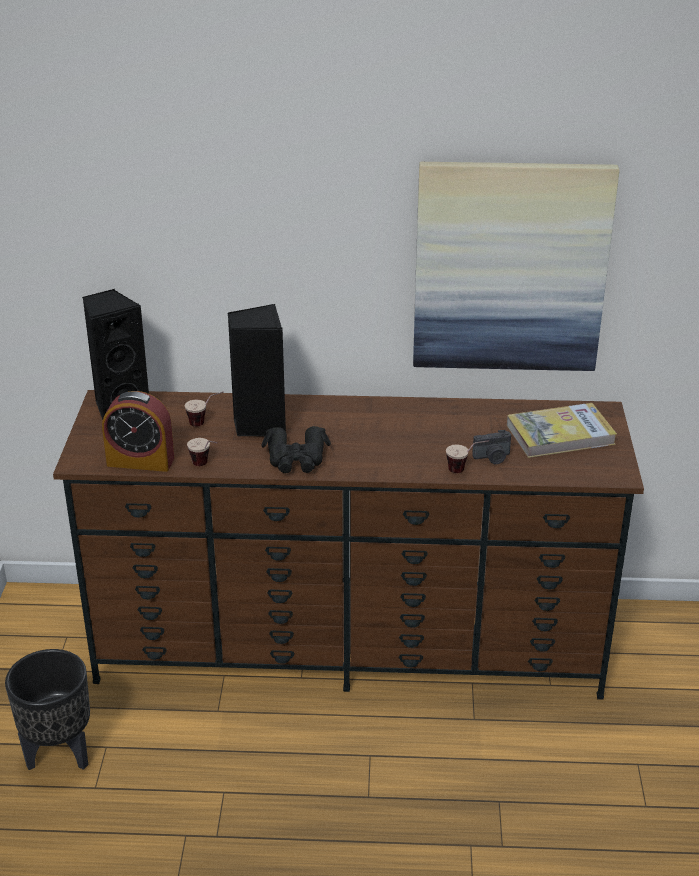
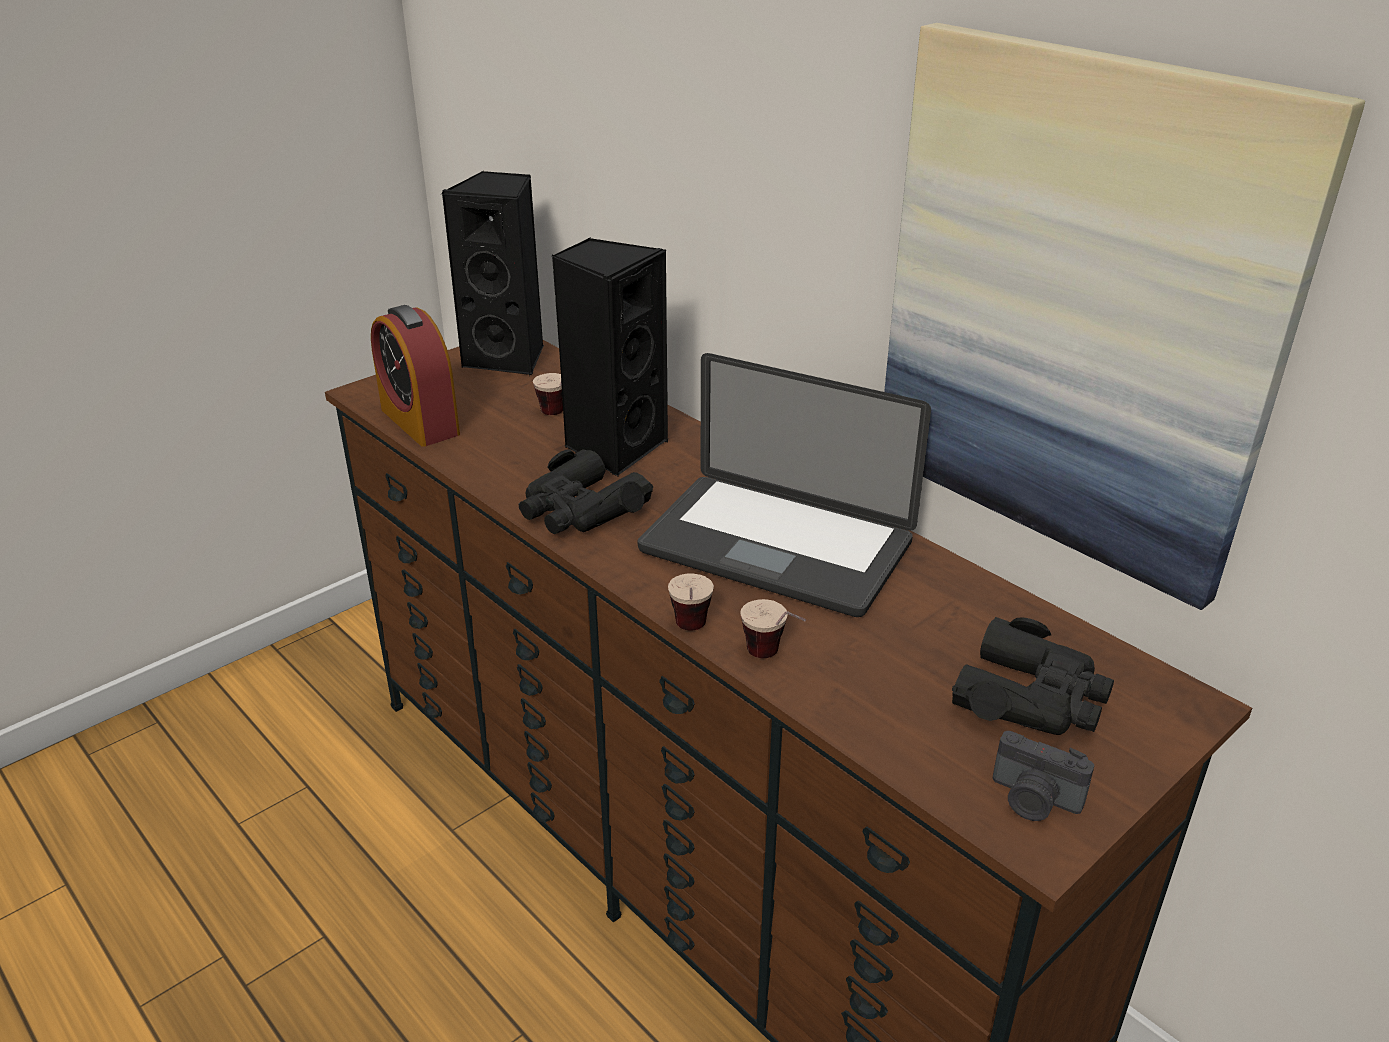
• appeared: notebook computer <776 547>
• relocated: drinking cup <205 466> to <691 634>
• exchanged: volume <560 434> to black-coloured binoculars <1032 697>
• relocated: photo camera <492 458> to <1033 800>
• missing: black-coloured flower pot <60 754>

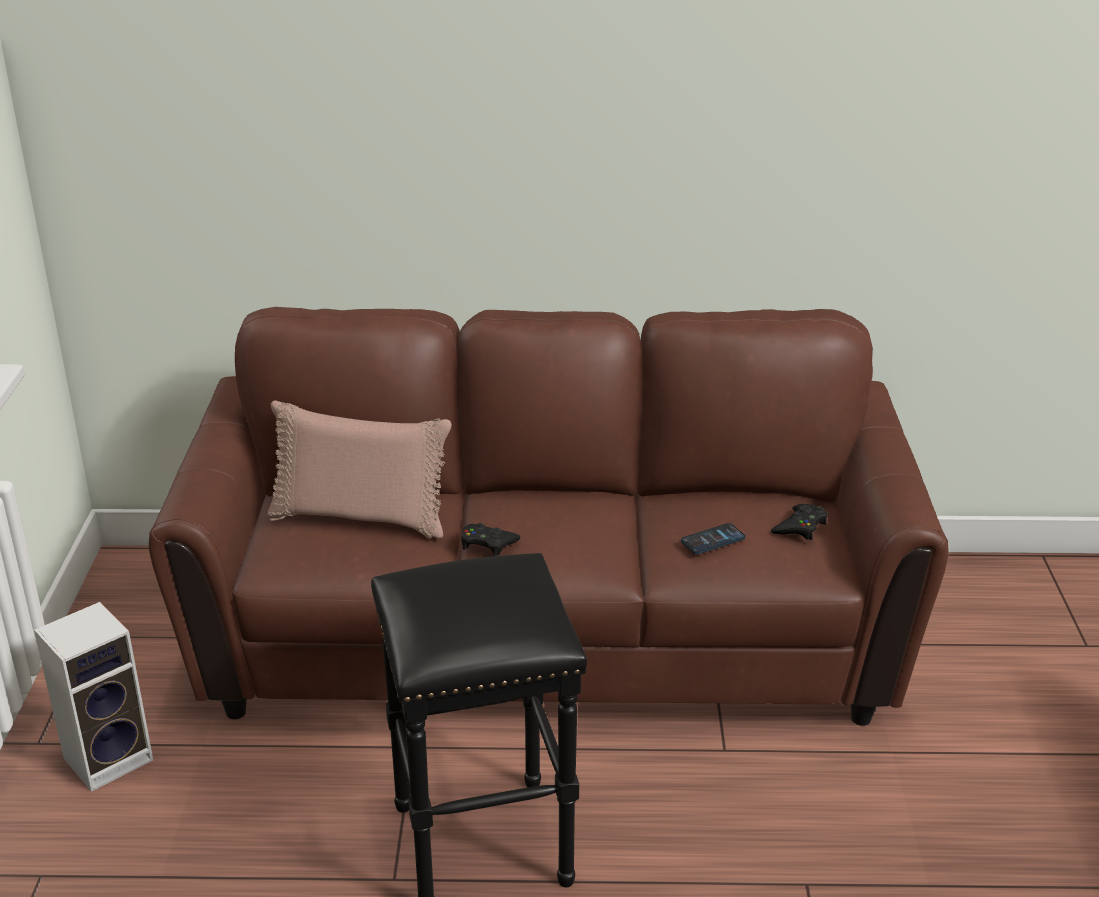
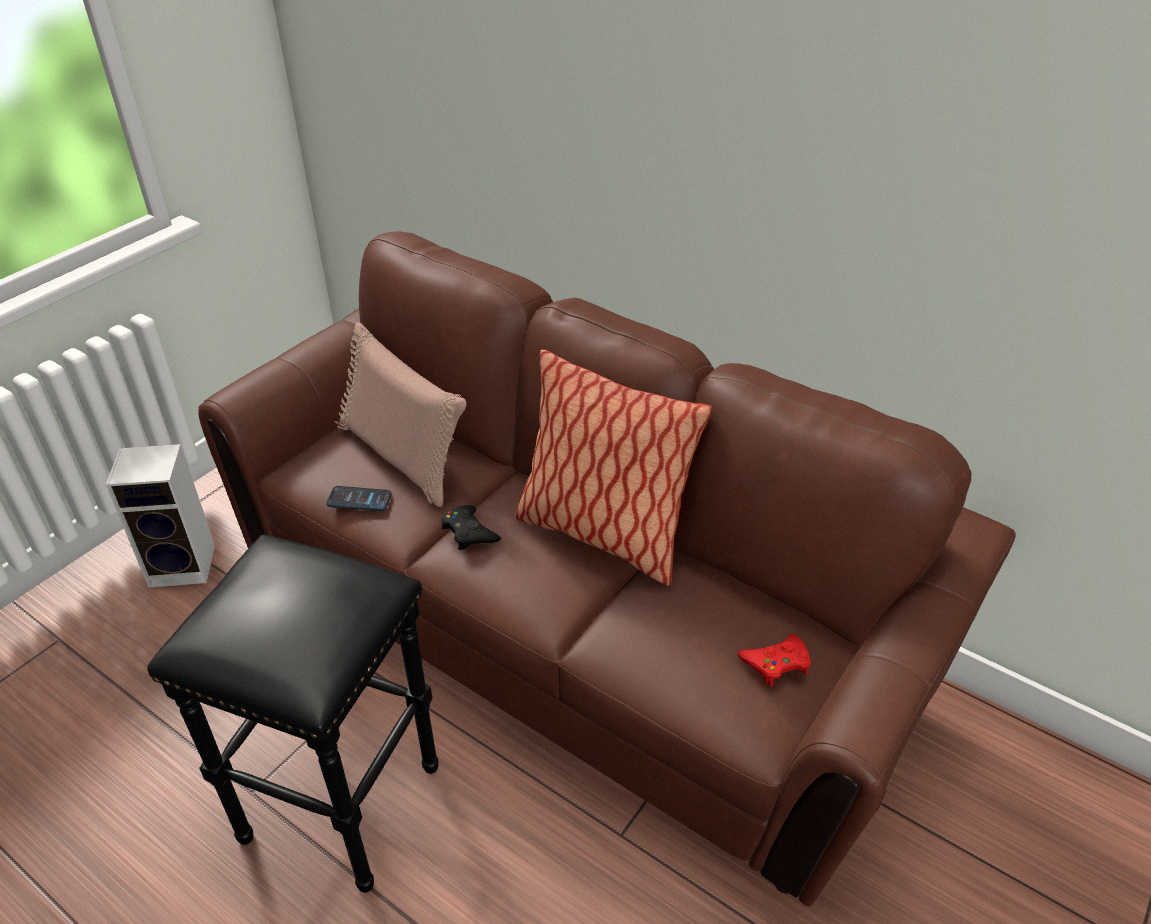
• relocated: telephone <713 540> to <359 499>
• appeared: throw pillow <602 534>
• colour: black-coloured game controller <800 527> to red-coloured game controller <776 663>

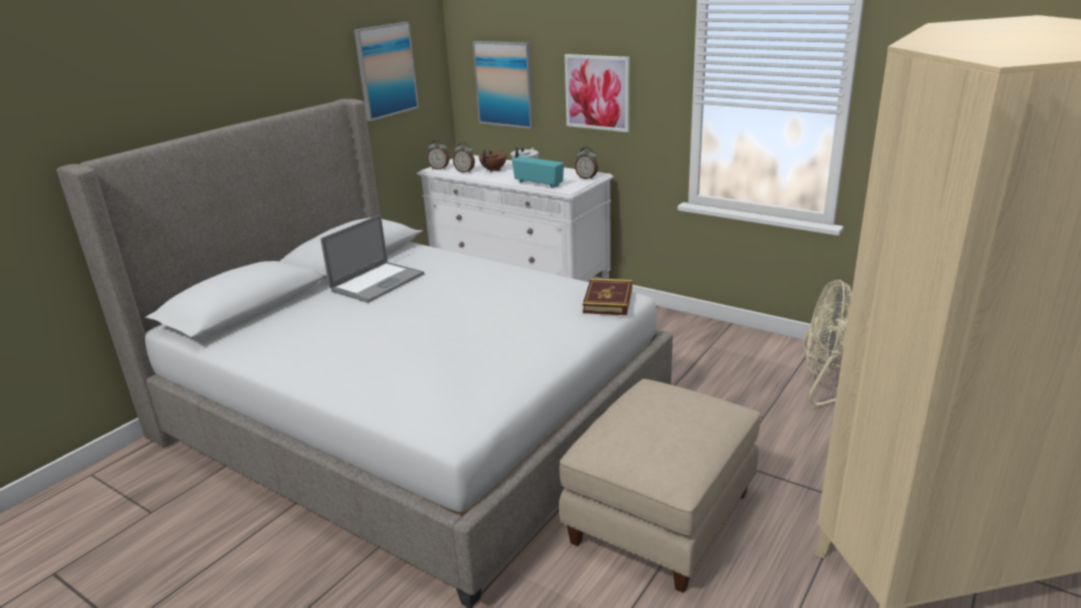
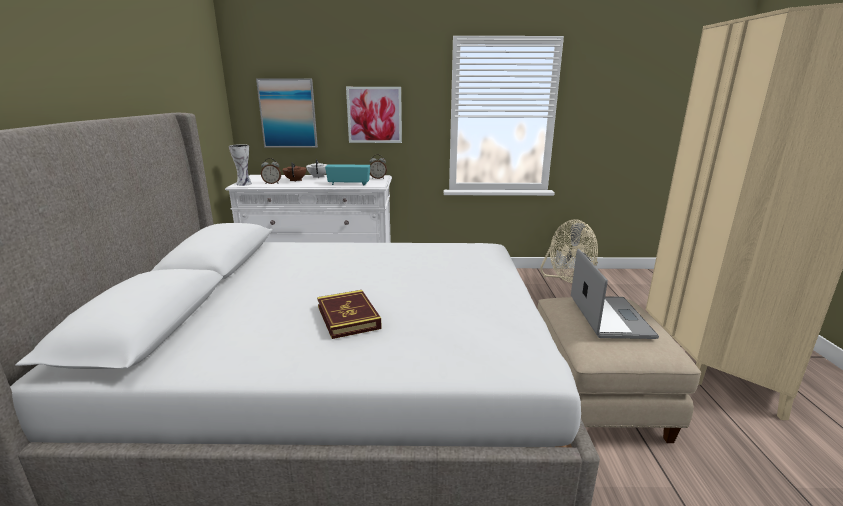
• exchanged: bedside clock <439 168> to flower vase <244 184>
• relocated: volume <608 300> to <348 317>
• relocated: notebook computer <377 282> to <610 317>
• missing: picture <386 70>

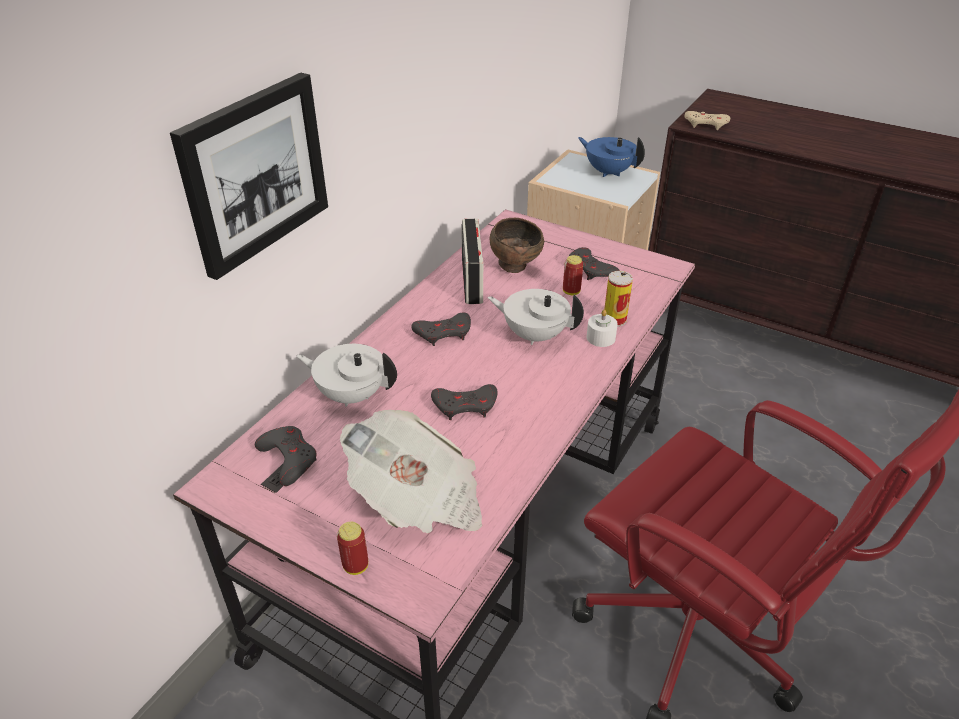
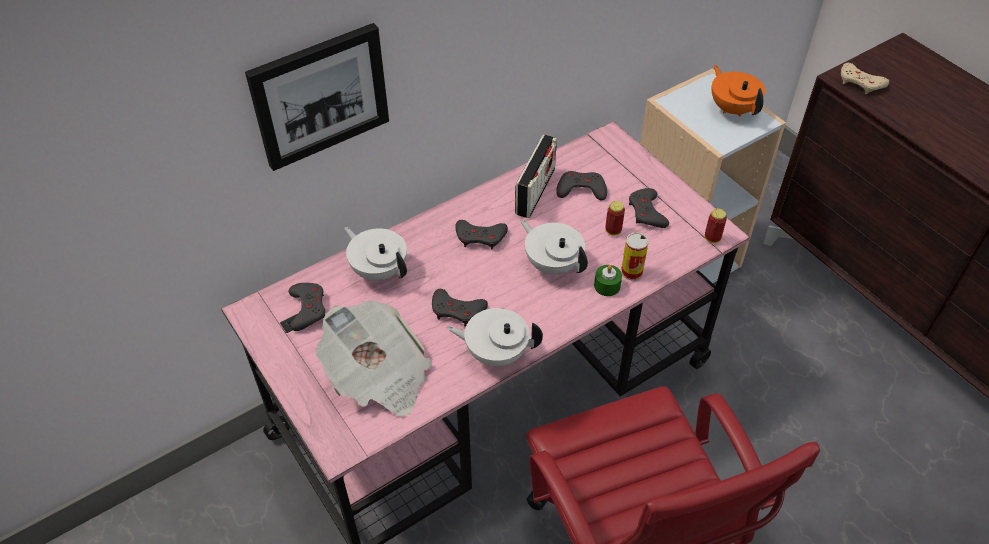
• appeared: white-coloured tea pot <496 352>
• exchanged: brown-coloured serving bowl <516 267> to greyish game controller <581 189>
• colour: white-coloured candle <600 338> to greenish candle <607 286>
• relocated: metal can <355 566> to <712 238>
• colour: blue tea pot <608 172> to orange-coloured tea pot <732 108>

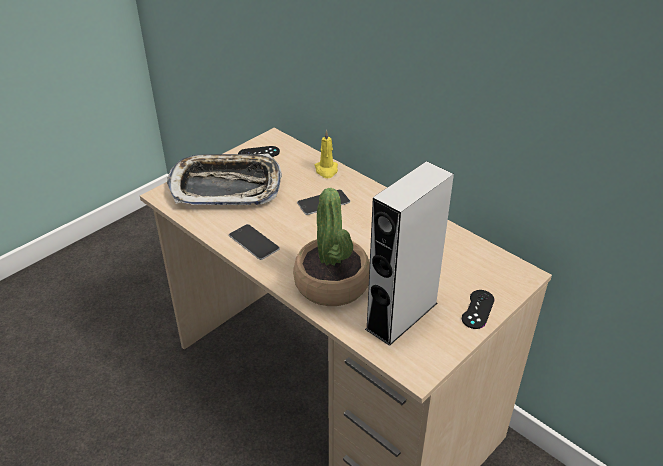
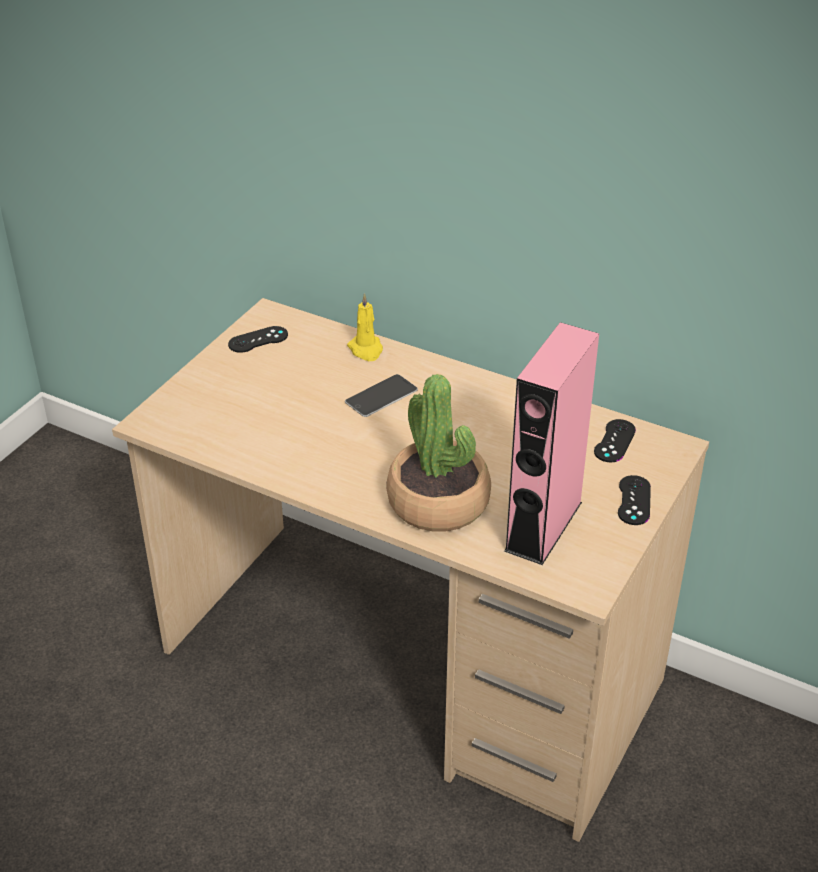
• colour: greyish loudspeaker <401 316> to pink-coloured loudspeaker <543 526>
• appeared: black-coloured game controller <614 441>
• missing: serving tray <226 186>
• missing: telephone <254 242>

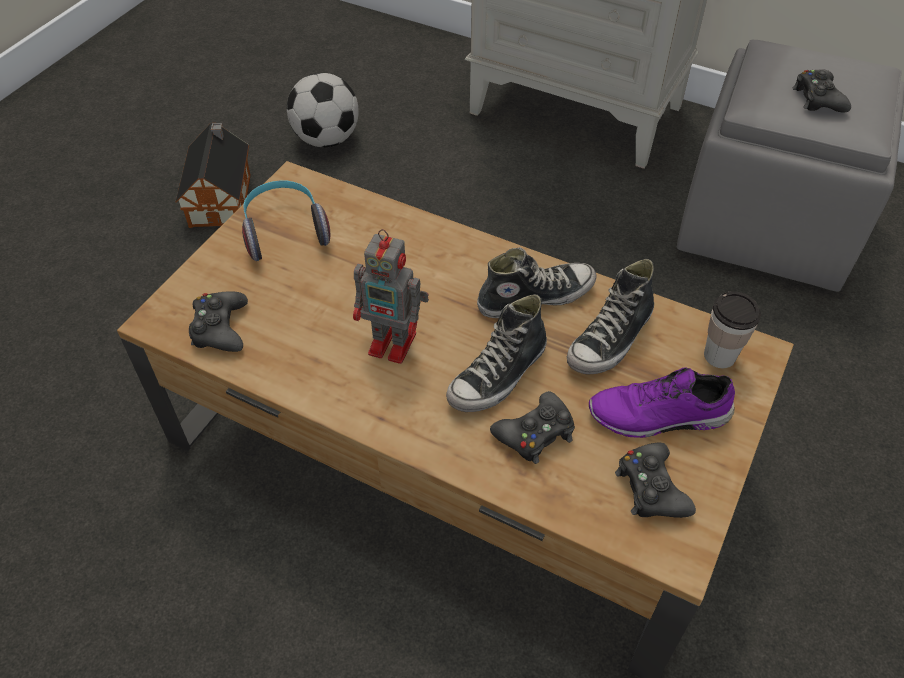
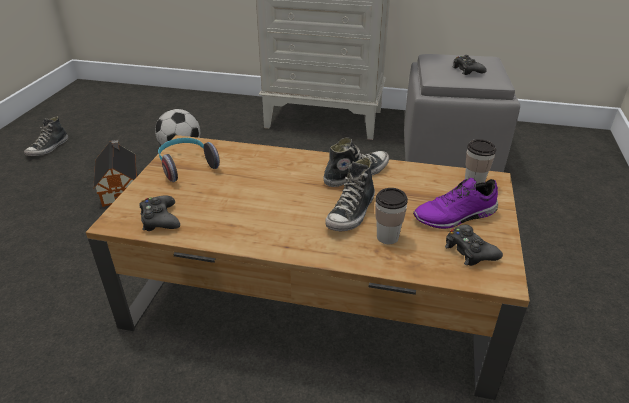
• relocated: item of footwear <610 340> to <48 148>
• exchanged: black-coloured game controller <535 433> to drinking cup <387 237>
• missing: model robot <395 344>

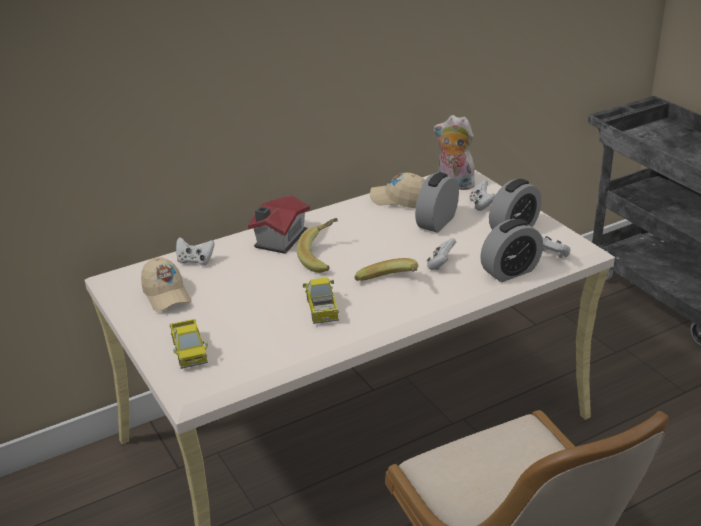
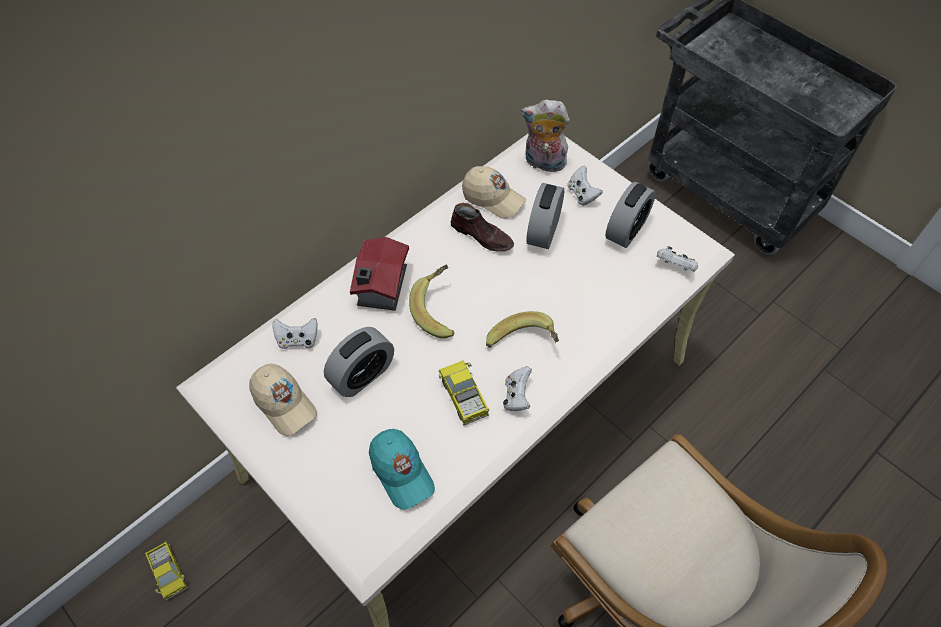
• relocated: toy lorry <189 351> to <169 573>
• relocated: bedside clock <510 271> to <362 375>
• appeared: turquoise-coloured baseball cap <401 472>
• appeared: brown-coloured item of footwear <482 235>
• spun: sand-coloured baseball cap <399 200> = <493 198> 150 degrees counterclockwise
• relocated: white-coloured game controller <440 264> to <516 396>

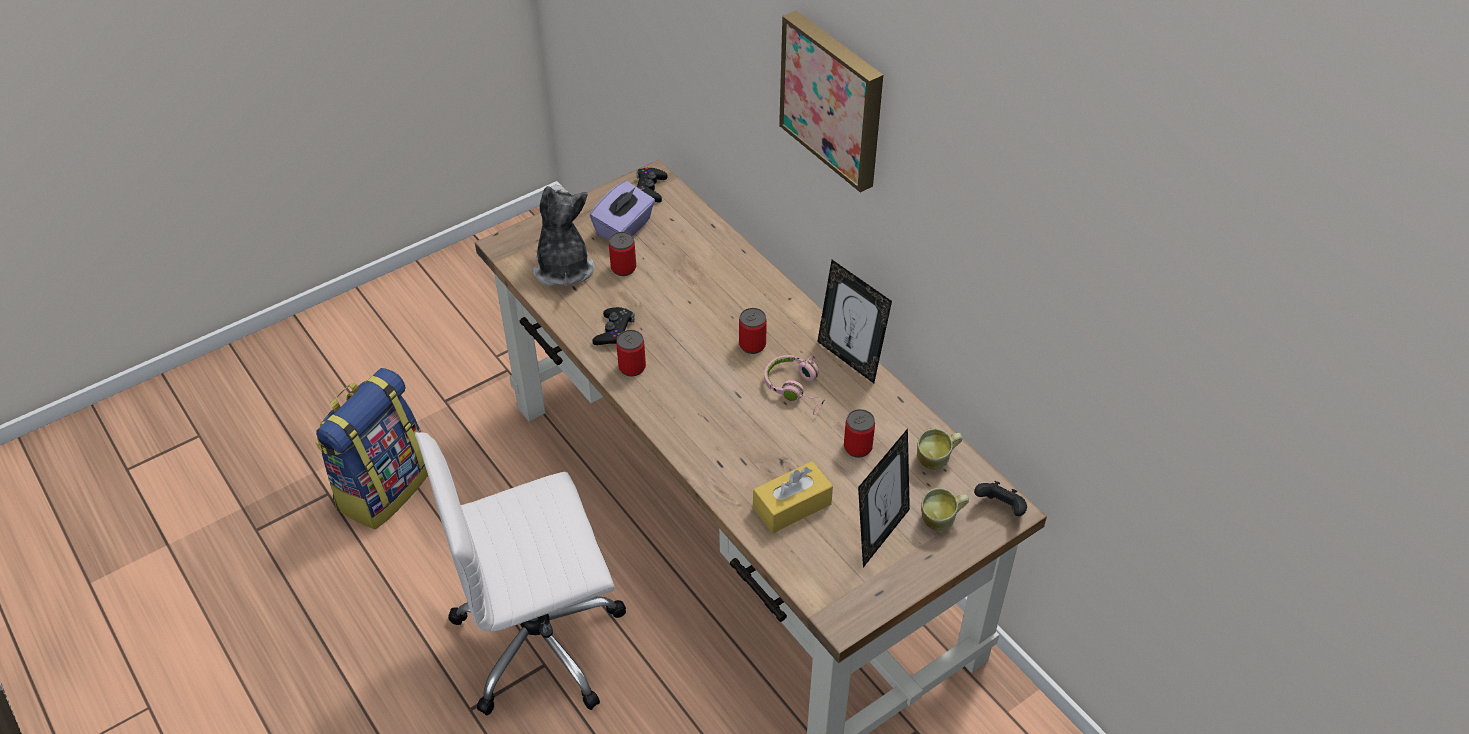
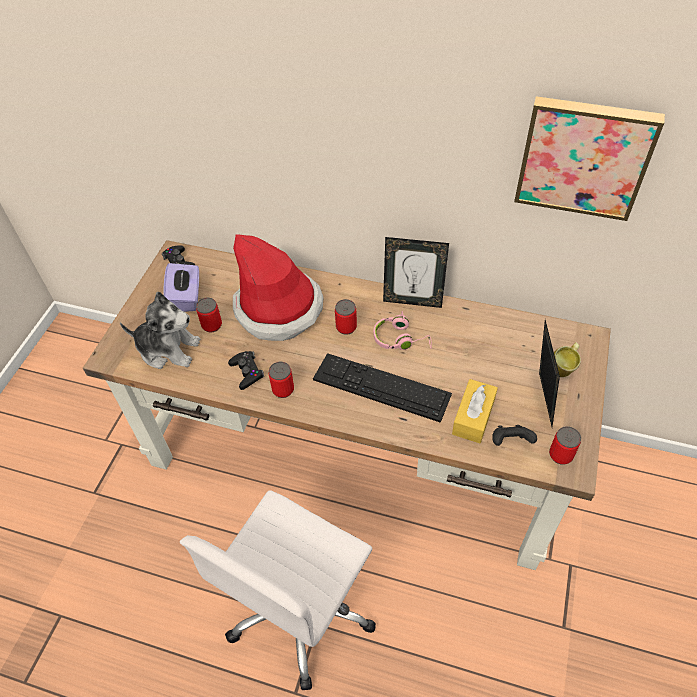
• spun: cuddly toy <563 268> = <168 349> 150 degrees clockwise
• appeared: clothing hat <279 309>
• appeared: PC keyboard <381 386>
• relocated: black-coloured game controller <1000 508> to <510 442>
• relocated: picture <834 99> to <584 157>
• relocated: metal can <857 447> to <560 455>
• missing: rucksack <383 487>
• missing: coffee mug <936 461>

